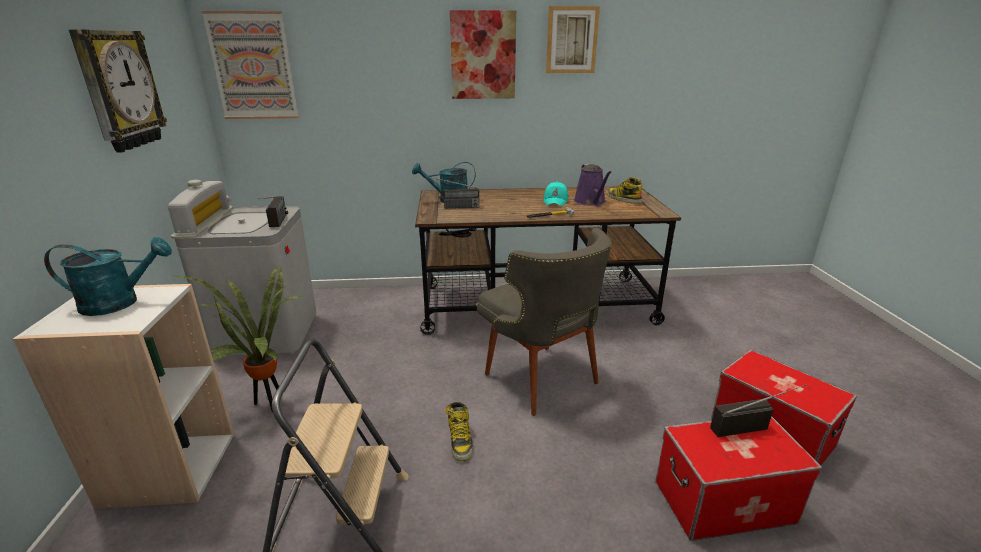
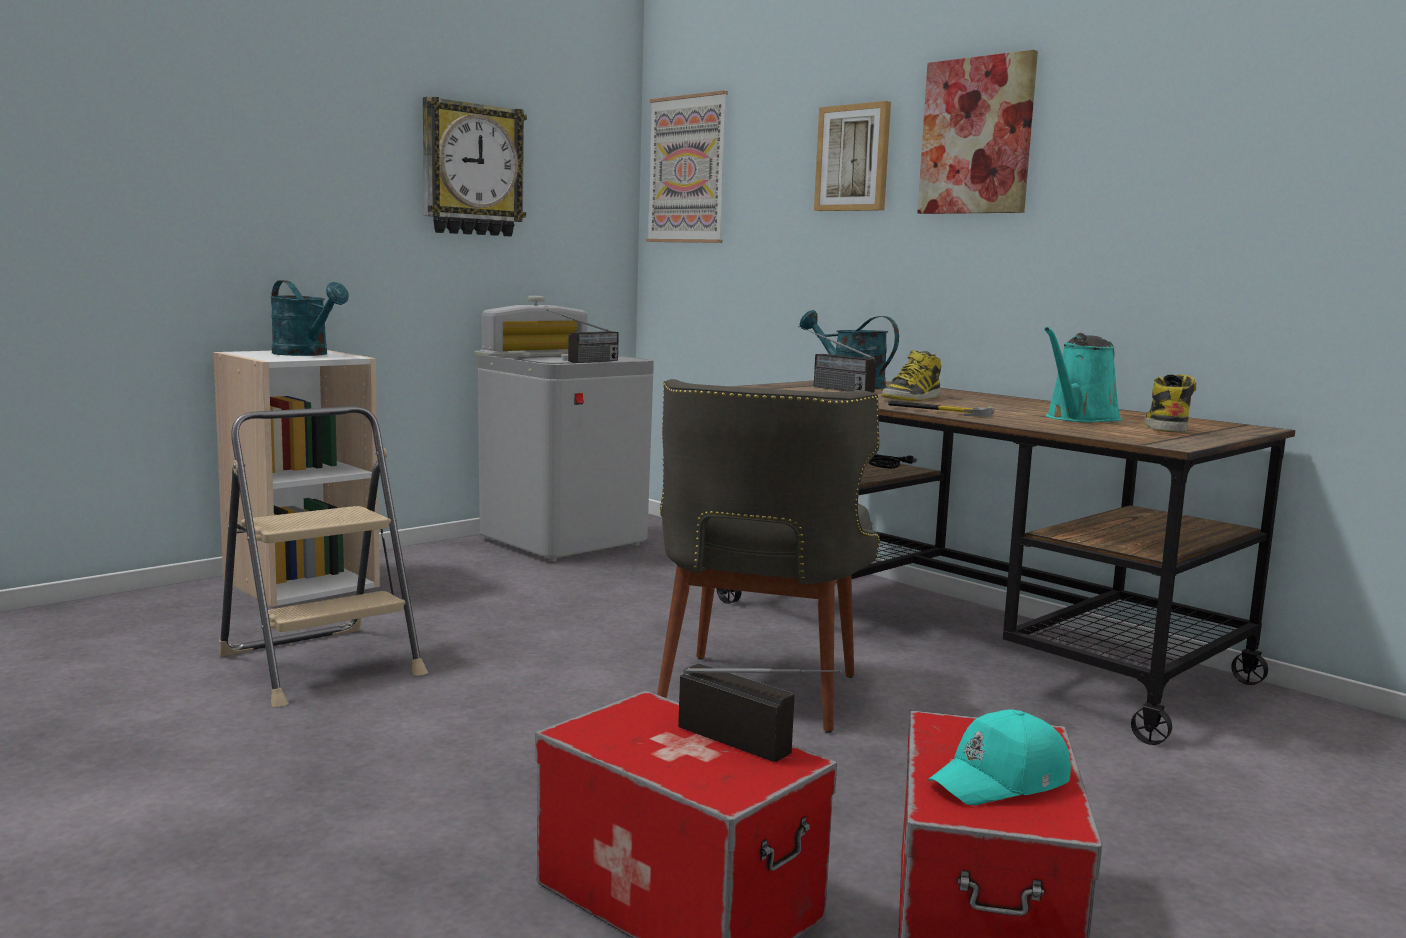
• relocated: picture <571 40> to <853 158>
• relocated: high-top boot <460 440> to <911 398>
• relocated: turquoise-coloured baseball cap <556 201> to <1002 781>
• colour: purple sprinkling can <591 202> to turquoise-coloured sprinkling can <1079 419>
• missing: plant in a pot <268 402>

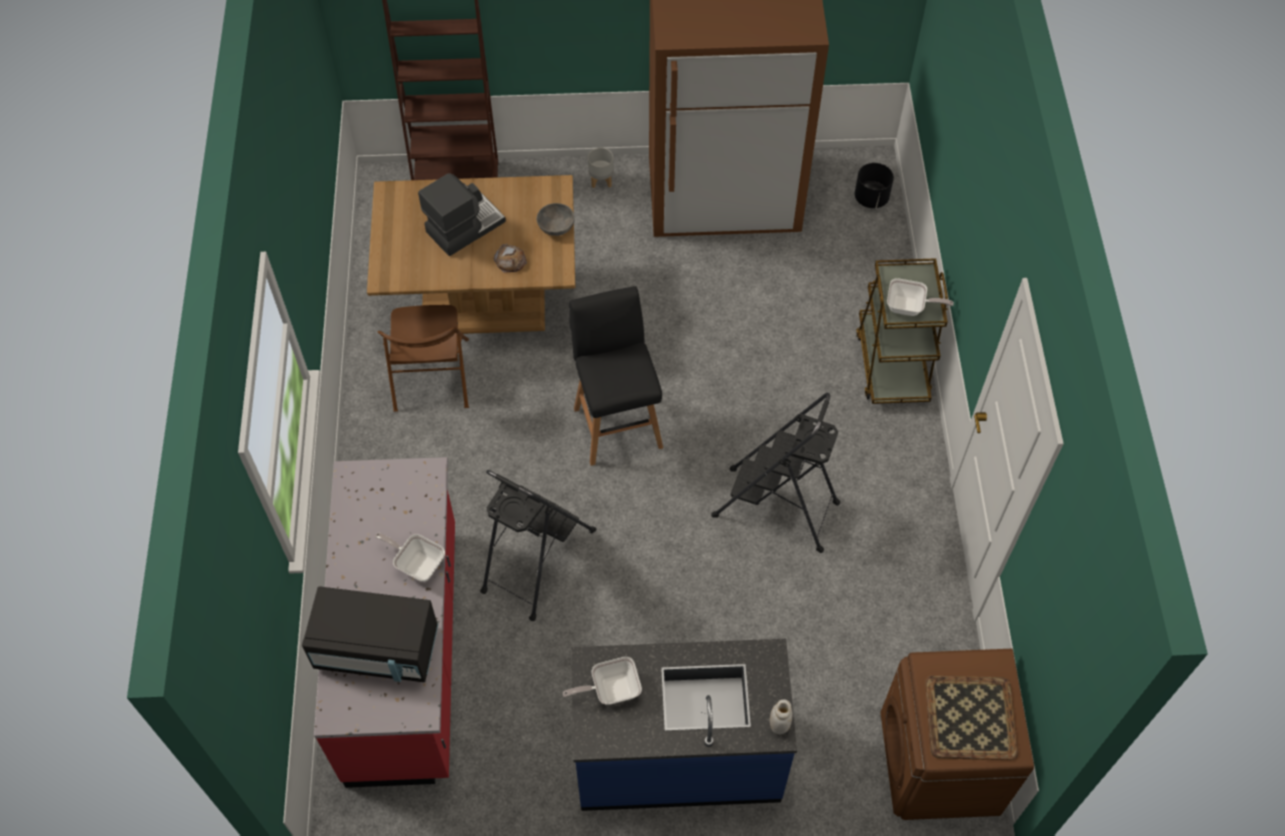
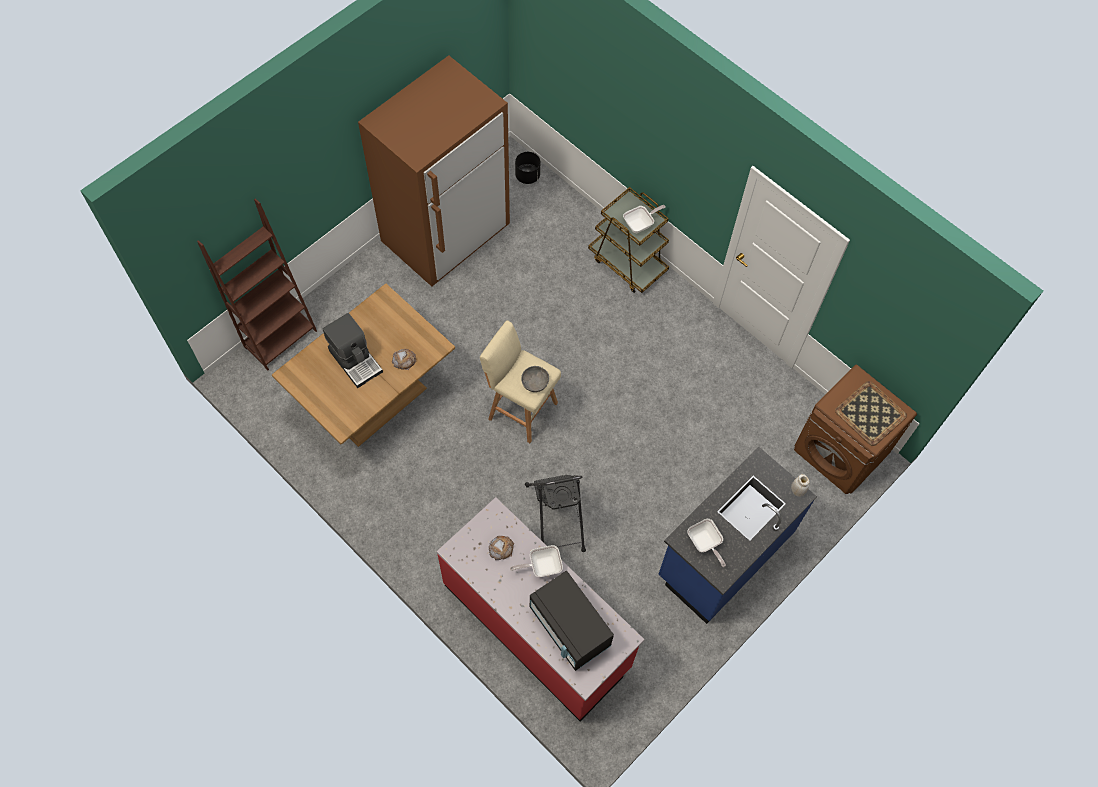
• spun: coffee machine <464 226> = <356 360> 135 degrees clockwise
• colour: black-coloured stool seat <617 424> to sand-coloured stool seat <521 409>
• appeared: bakery bread <501 548>
• relocated: greyish serving bowl <556 227> to <535 383>
• spun: black-coloured microwave <377 649> = <569 627> 90 degrees clockwise
• spun: skillet <610 689> = <705 543> 60 degrees counterclockwise
• missing: brown-coloured chair <431 375>
• missing: greyish flower pot <601 180>
• missing: step stool <777 509>

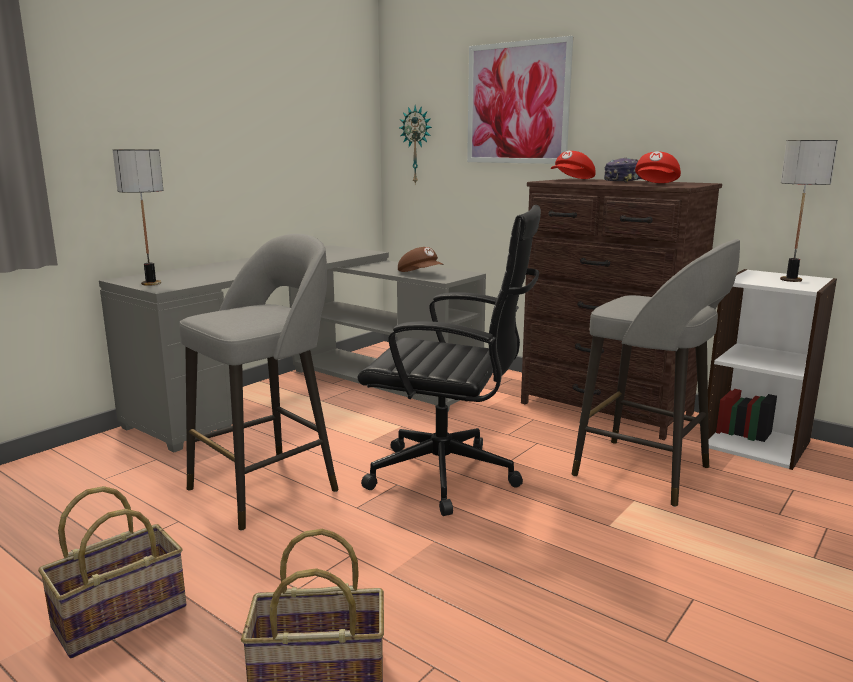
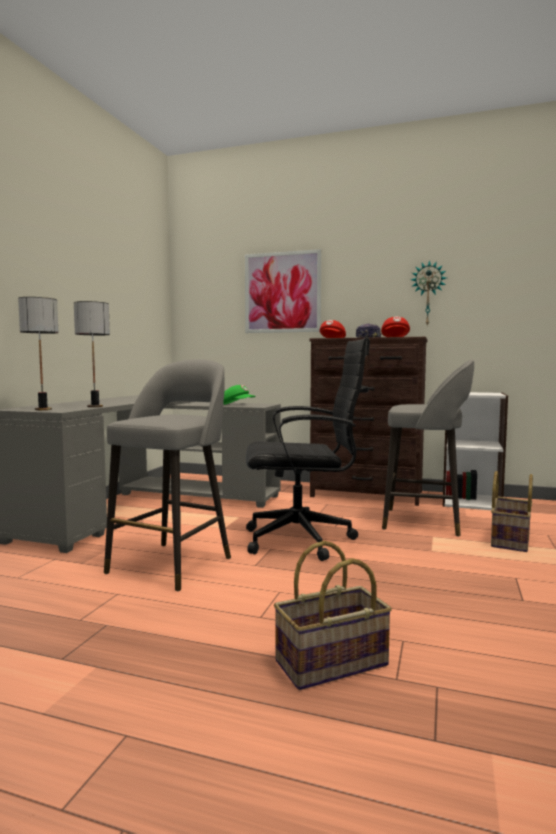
• relocated: lamp for a table <791 280> to <94 406>
• colour: brown-coloured baseball cap <421 274> to greenish baseball cap <236 405>
• relocated: clock on the wall <417 145> to <428 293>
• relocated: basket <120 615> to <509 540>

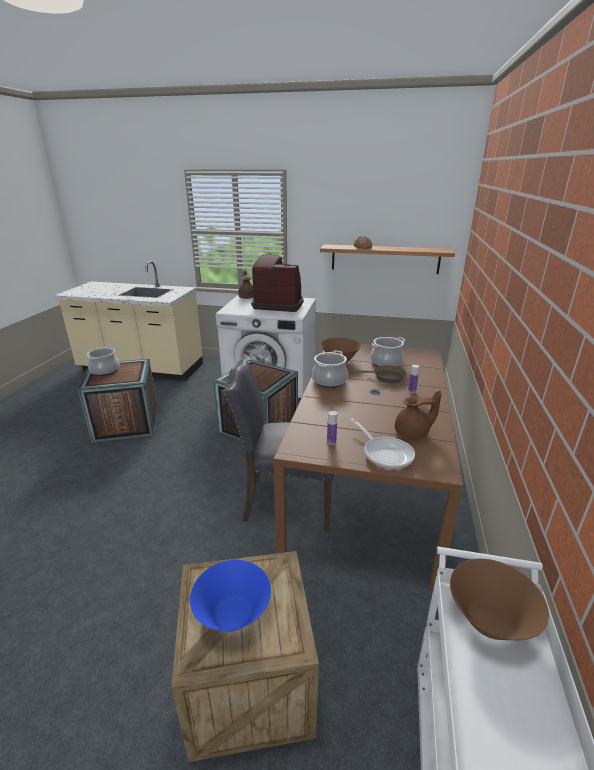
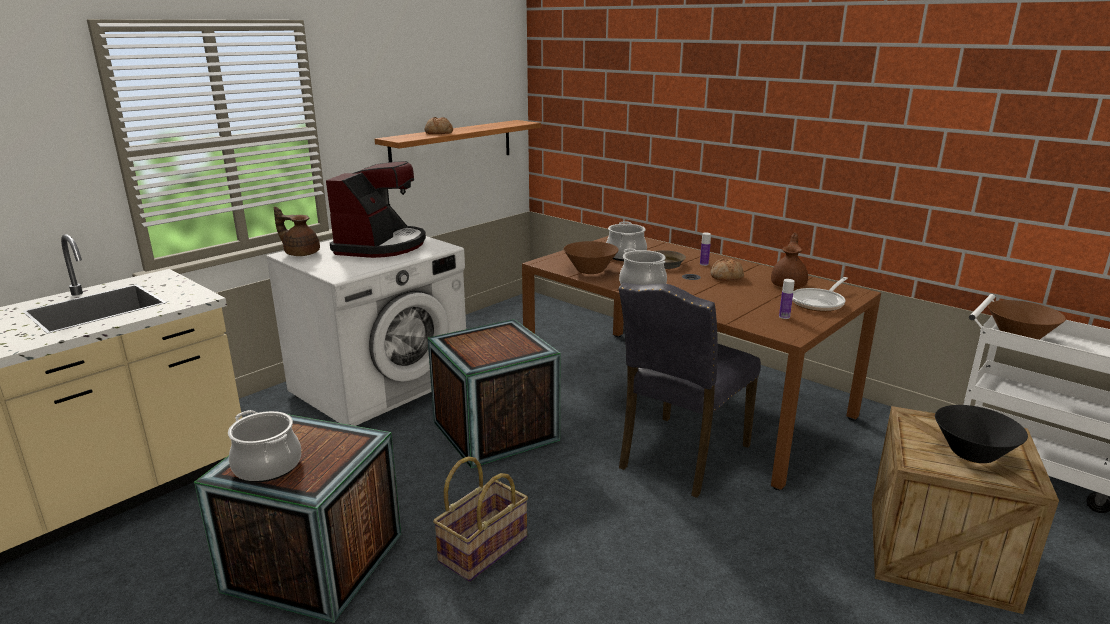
• spun: coffee machine <278 305> = <381 246> 150 degrees clockwise
• appeared: basket <482 548>
• appeared: bakery bread <726 277>
• spun: skillet <385 454> = <819 303> 135 degrees clockwise
• colour: blue serving bowl <233 613> to black-coloured serving bowl <972 453>

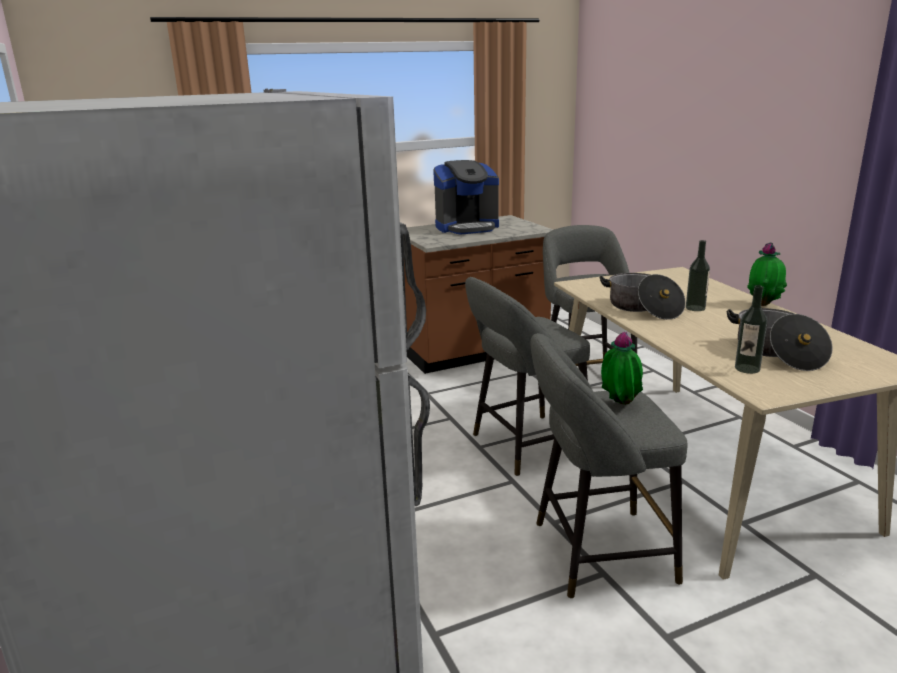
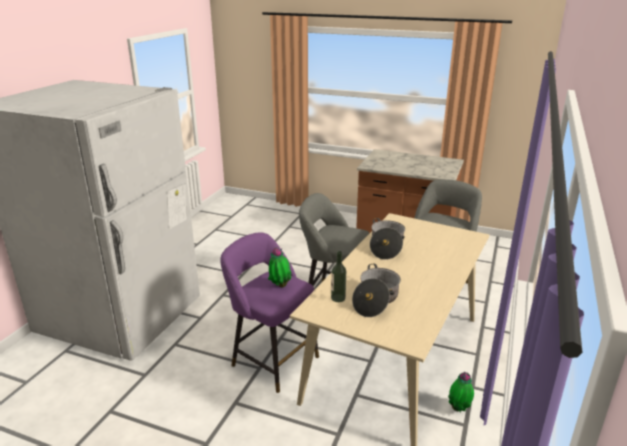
• colour: greyish stool seat <595 553> to purple stool seat <271 359>
• relocated: plant in a pot <763 304> to <459 409>
• missing: coffee machine <467 227>
• missing: bottle <695 308>

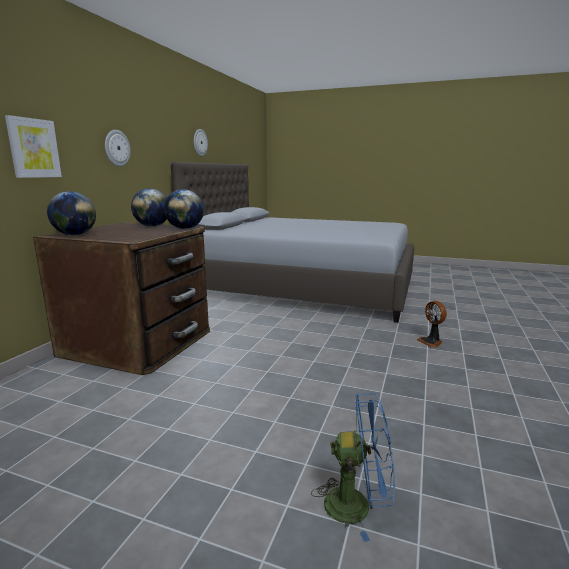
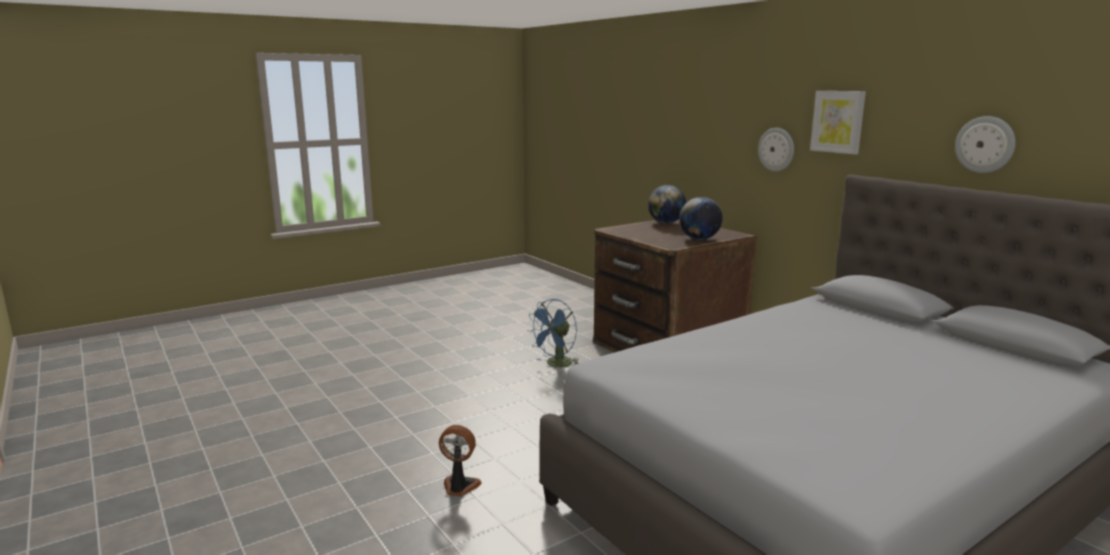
• relocated: blue cooling fan <357 505> to <556 365>
• relocated: picture <33 148> to <838 121>
• missing: world globe <185 228>

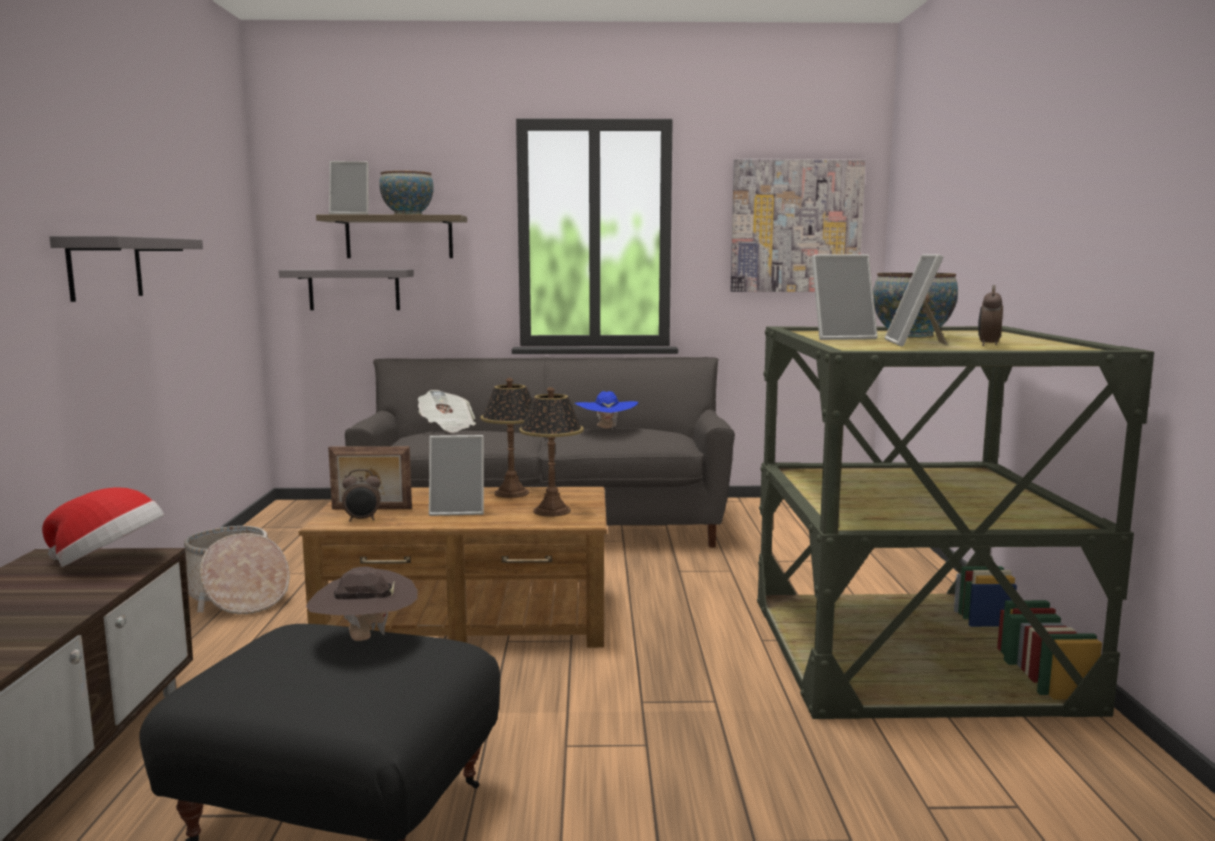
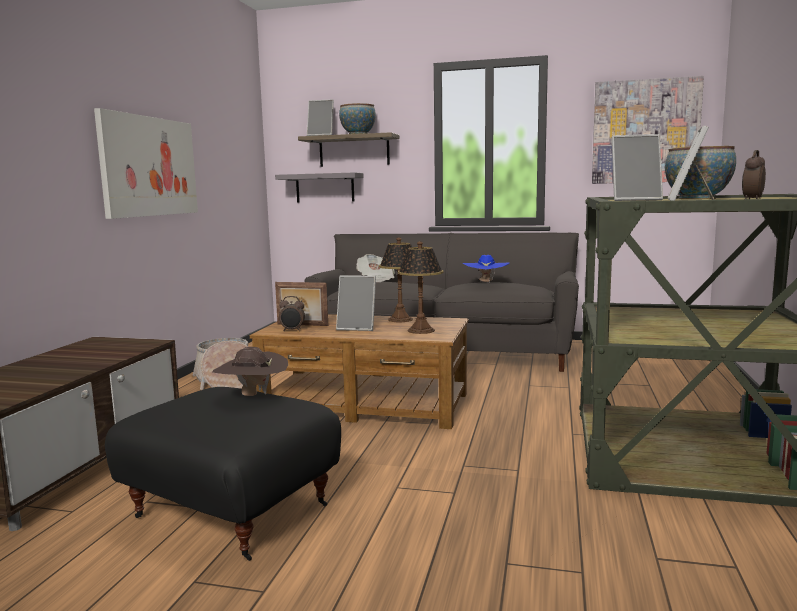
• exchanged: greyish wall shelf <105 268> to picture <149 166>
• missing: clothing hat <109 562>

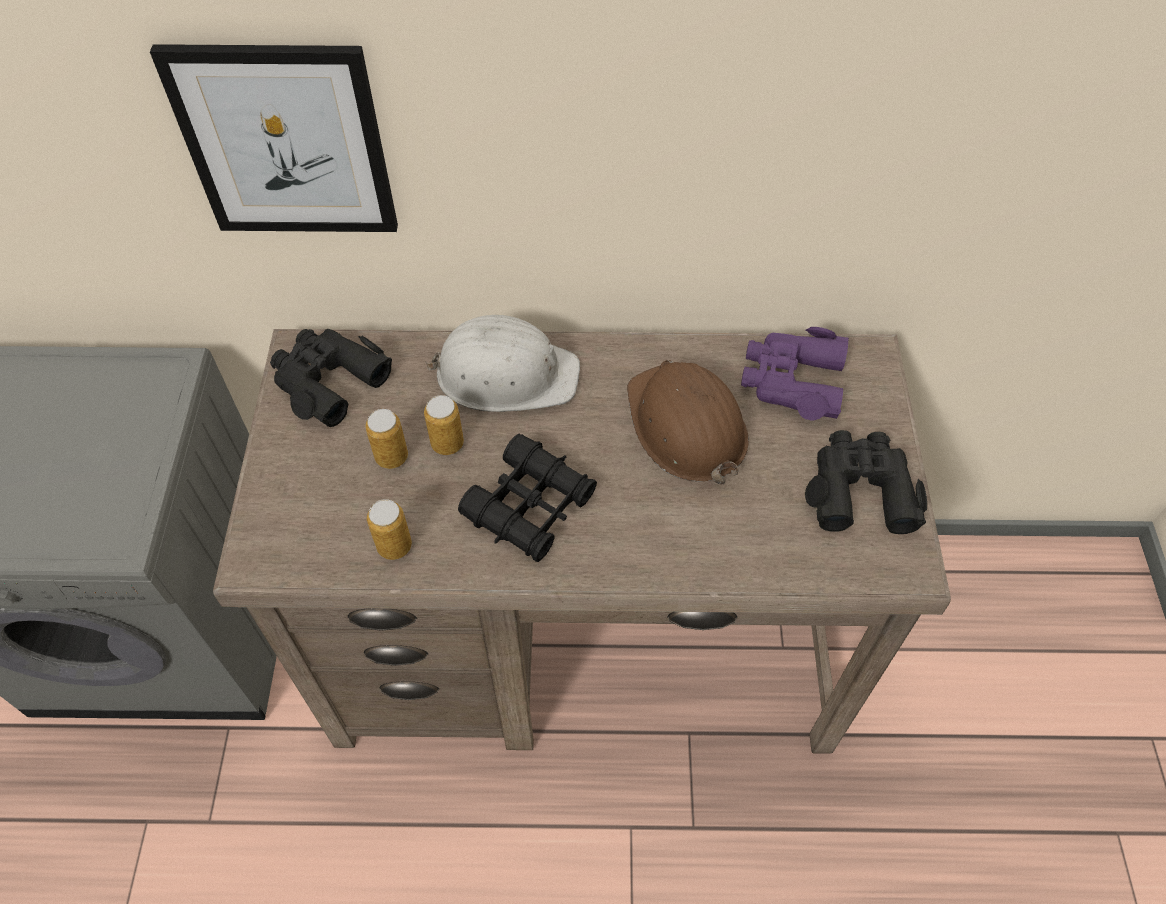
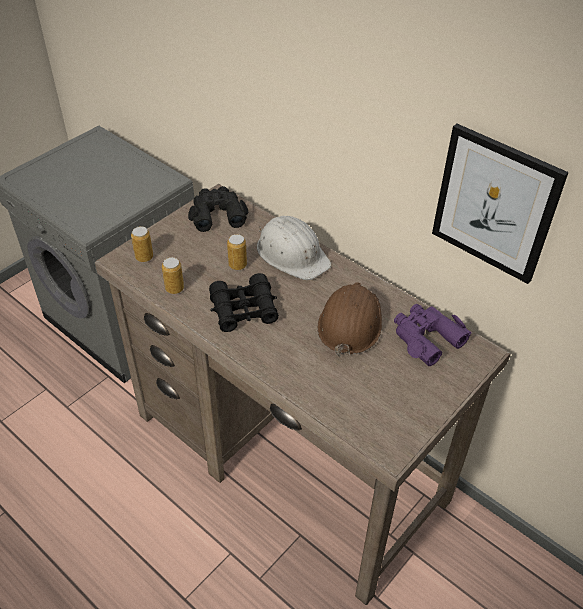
• relocated: metal can <391 457> to <144 257>
• relocated: picture <286 142> to <495 204>
• missing: black-coloured binoculars <860 489>

